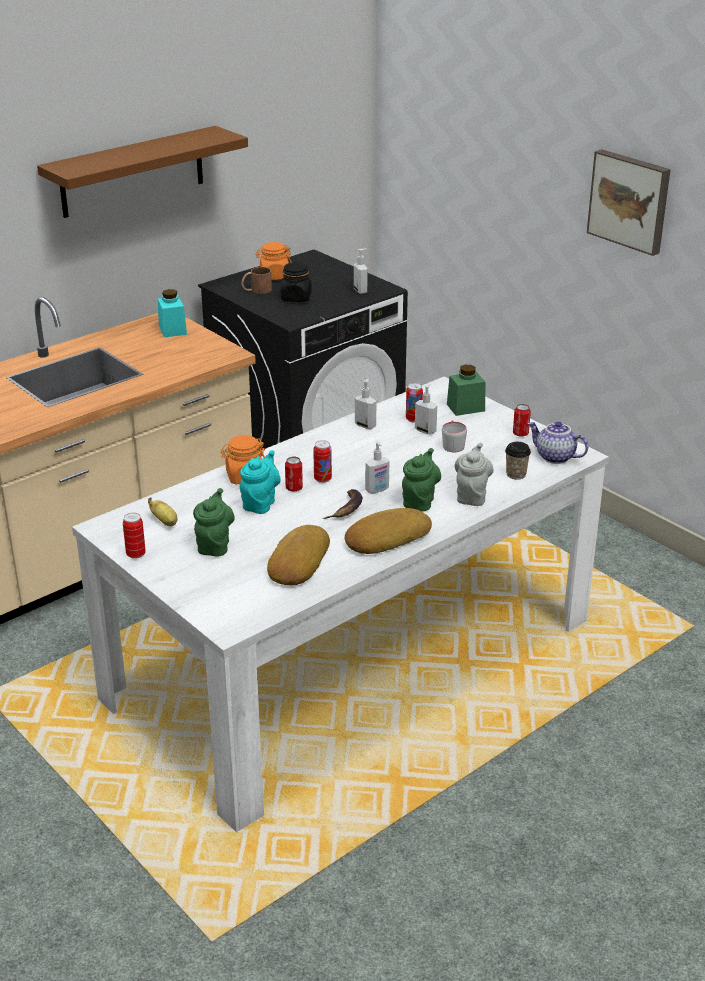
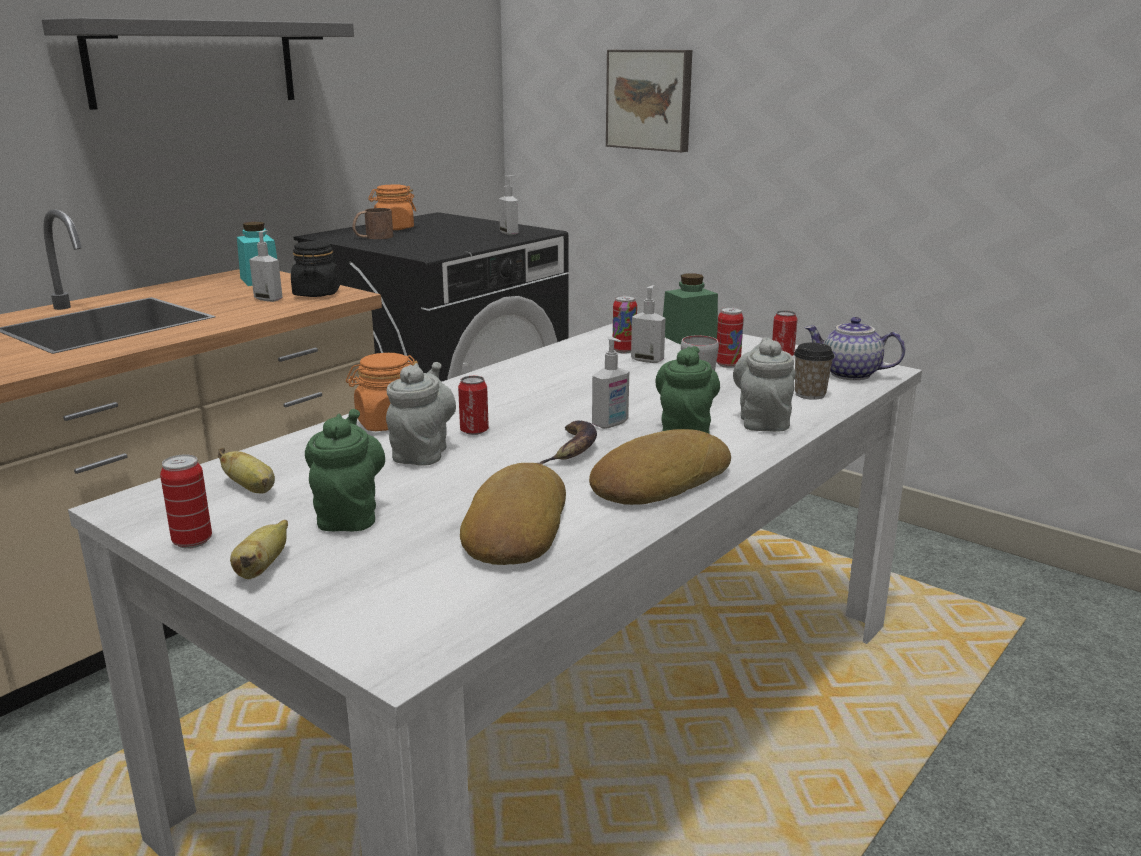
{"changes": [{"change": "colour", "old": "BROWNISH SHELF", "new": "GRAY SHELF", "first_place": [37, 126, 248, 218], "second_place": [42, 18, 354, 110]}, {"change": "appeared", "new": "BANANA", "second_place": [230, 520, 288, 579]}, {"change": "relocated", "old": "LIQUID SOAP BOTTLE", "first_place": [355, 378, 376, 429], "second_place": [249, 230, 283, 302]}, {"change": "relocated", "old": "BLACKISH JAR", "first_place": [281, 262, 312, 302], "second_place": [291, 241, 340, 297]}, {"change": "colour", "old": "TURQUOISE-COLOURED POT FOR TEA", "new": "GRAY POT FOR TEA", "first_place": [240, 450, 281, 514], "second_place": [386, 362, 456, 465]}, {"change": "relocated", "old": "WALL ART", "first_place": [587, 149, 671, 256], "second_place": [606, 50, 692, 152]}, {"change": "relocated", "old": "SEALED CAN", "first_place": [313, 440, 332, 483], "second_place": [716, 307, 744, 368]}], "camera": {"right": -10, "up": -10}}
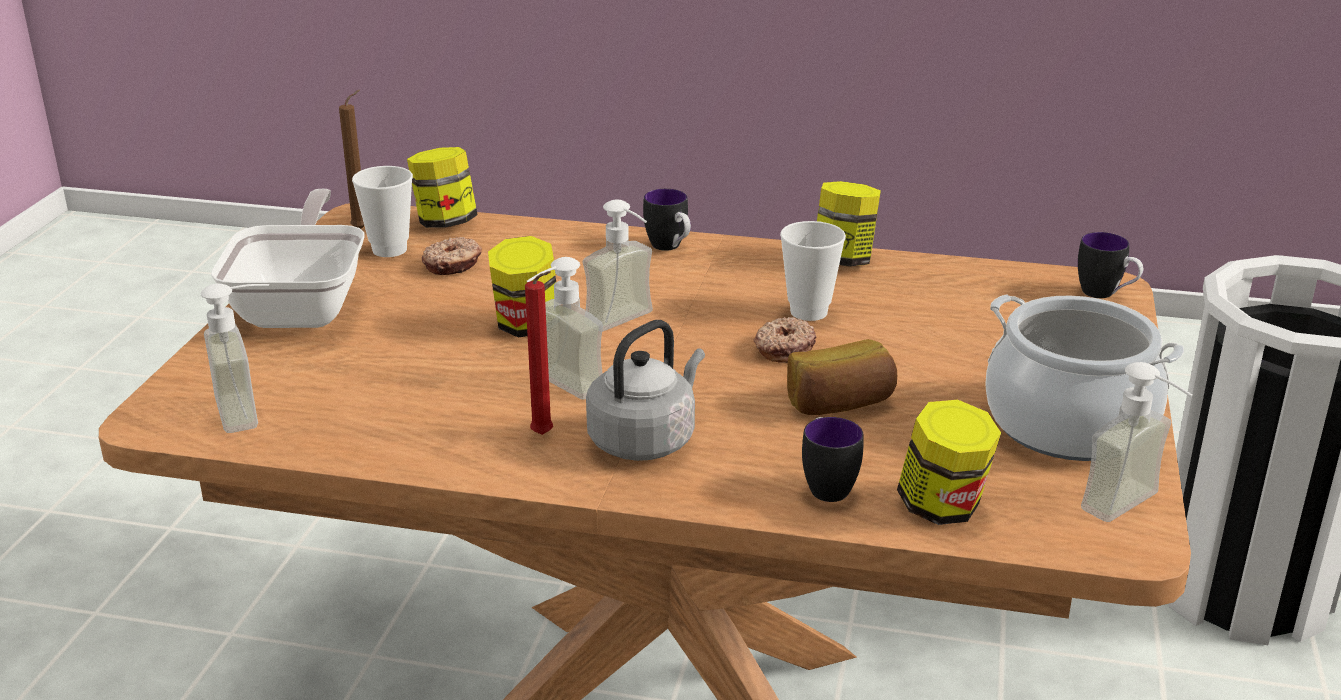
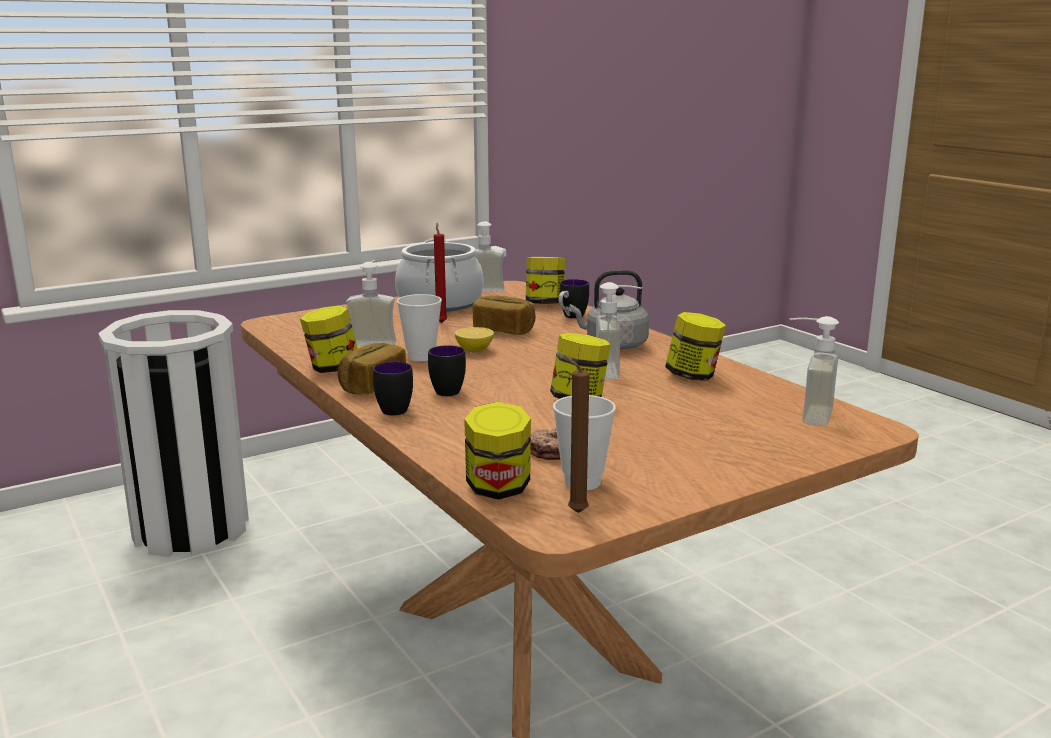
{"changes": [{"change": "appeared", "new": "BREAD", "second_place": [338, 343, 406, 395]}, {"change": "relocated", "old": "LIQUID SOAP BOTTLE", "first_place": [582, 199, 653, 331], "second_place": [346, 260, 396, 346]}, {"change": "relocated", "old": "MUG", "first_place": [1078, 232, 1143, 298], "second_place": [428, 345, 466, 396]}, {"change": "relocated", "old": "REDDISH WAX CANDLE", "first_place": [525, 271, 553, 435], "second_place": [434, 223, 447, 323]}, {"change": "exchanged", "old": "DONUT", "new": "WHOLE LEMON", "first_place": [754, 317, 816, 363], "second_place": [455, 327, 494, 352]}, {"change": "appeared", "new": "JAR", "second_place": [665, 312, 726, 381]}, {"change": "missing", "old": "FRYING PAN", "first_place": [211, 189, 364, 328]}], "camera": {"right": -135, "up": -10}}
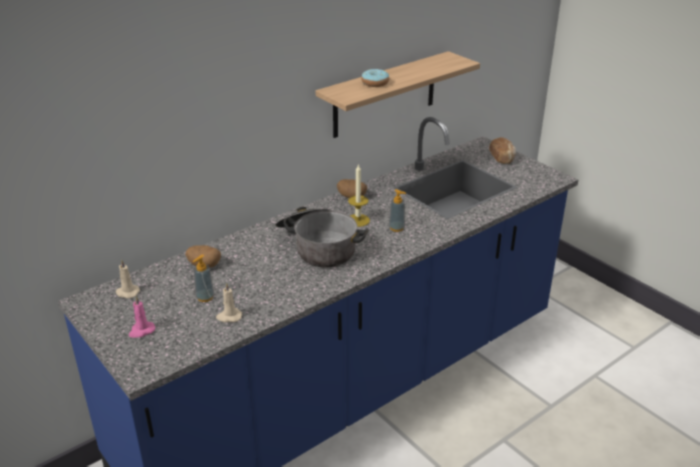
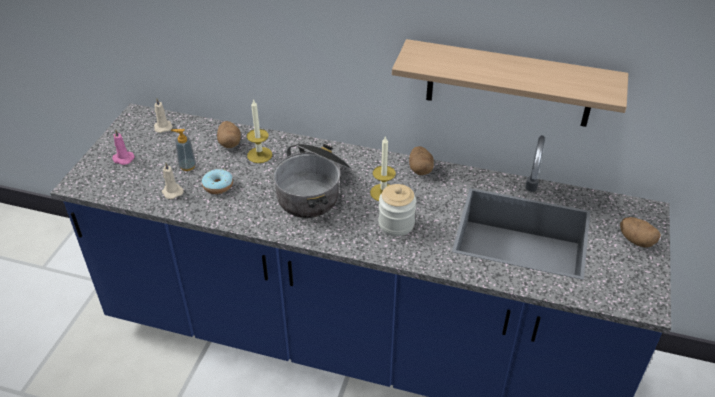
{"changes": [{"change": "relocated", "old": "DONUT", "first_place": [361, 69, 389, 87], "second_place": [202, 169, 233, 194]}, {"change": "appeared", "new": "WAX CANDLE", "second_place": [247, 99, 272, 163]}, {"change": "exchanged", "old": "LIQUID SOAP BOTTLE", "new": "JAR", "first_place": [389, 189, 406, 232], "second_place": [378, 184, 416, 236]}, {"change": "exchanged", "old": "BREAD", "new": "WHOLE POTATO", "first_place": [489, 137, 516, 164], "second_place": [620, 217, 661, 247]}], "camera": {"right": 55, "up": 10}}
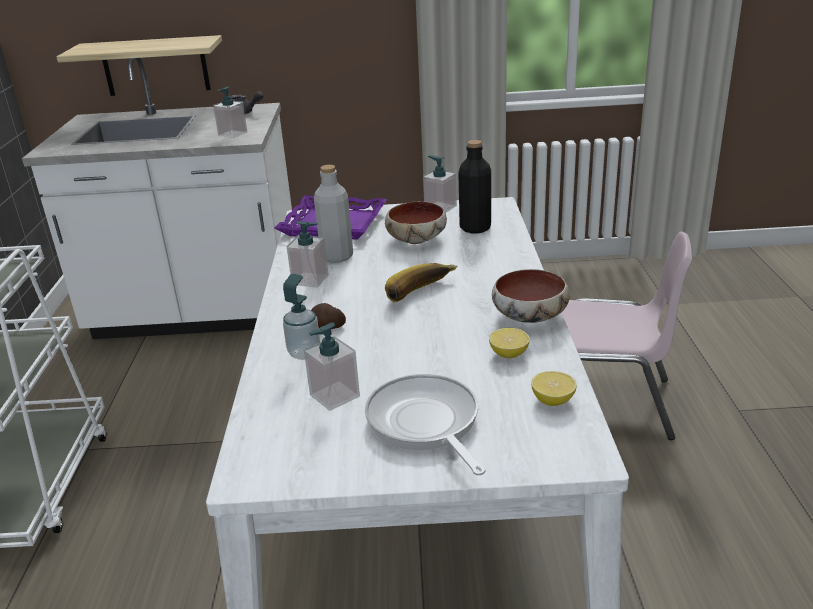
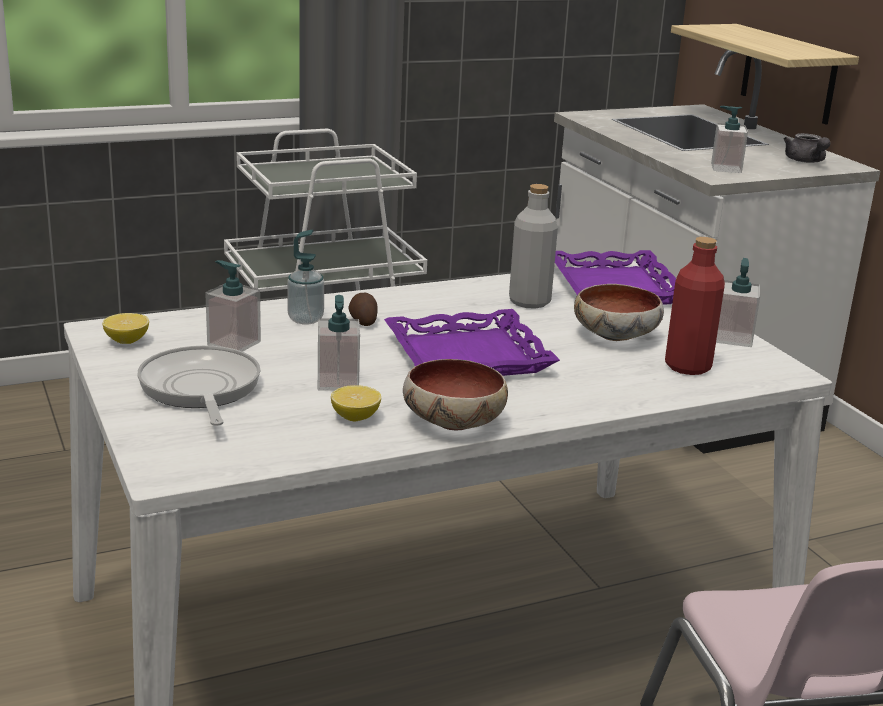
{"changes": [{"change": "relocated", "old": "WHOLE LEMON", "first_place": [531, 371, 577, 406], "second_place": [103, 313, 149, 344]}, {"change": "spun", "old": "FRYING PAN", "first_place": [365, 374, 486, 475], "second_place": [137, 345, 261, 426], "degrees": -60}, {"change": "relocated", "old": "LIQUID SOAP BOTTLE", "first_place": [287, 221, 329, 288], "second_place": [318, 295, 360, 391]}, {"change": "exchanged", "old": "BANANA", "new": "PURPLISH CARRYING TRAY", "first_place": [385, 263, 458, 302], "second_place": [384, 309, 560, 376]}, {"change": "colour", "old": "BLACKISH BEVERAGE BOTTLE", "new": "REDDISH BEVERAGE BOTTLE", "first_place": [458, 140, 491, 233], "second_place": [665, 237, 725, 375]}], "camera": {"right": 65, "up": -5}}
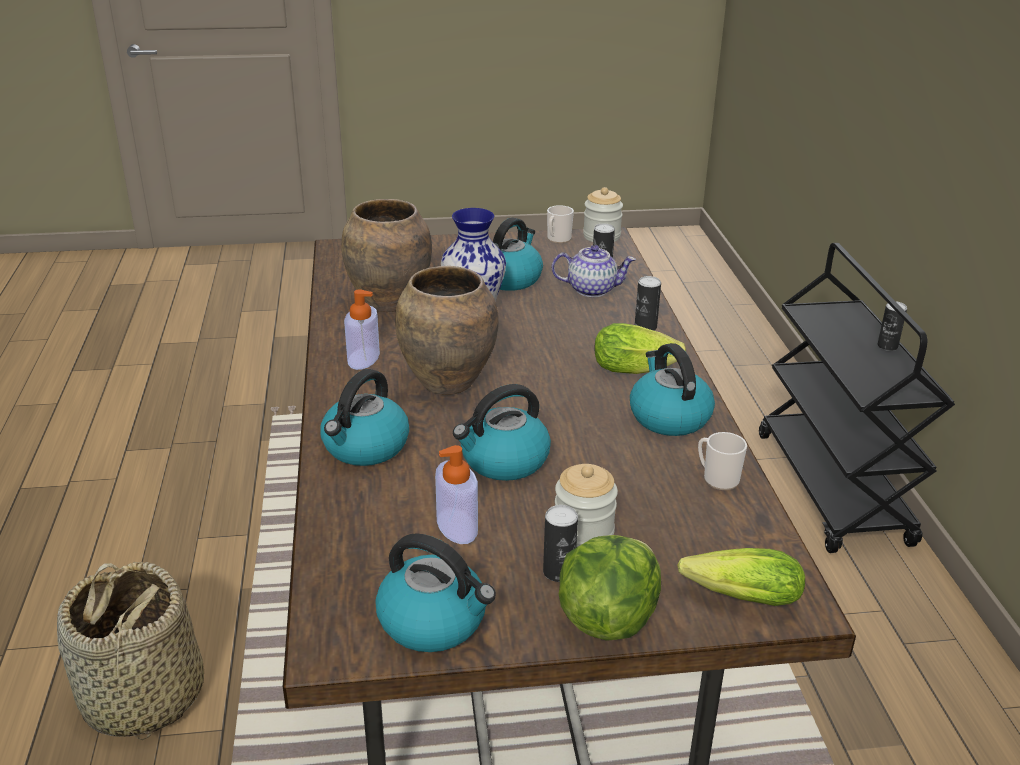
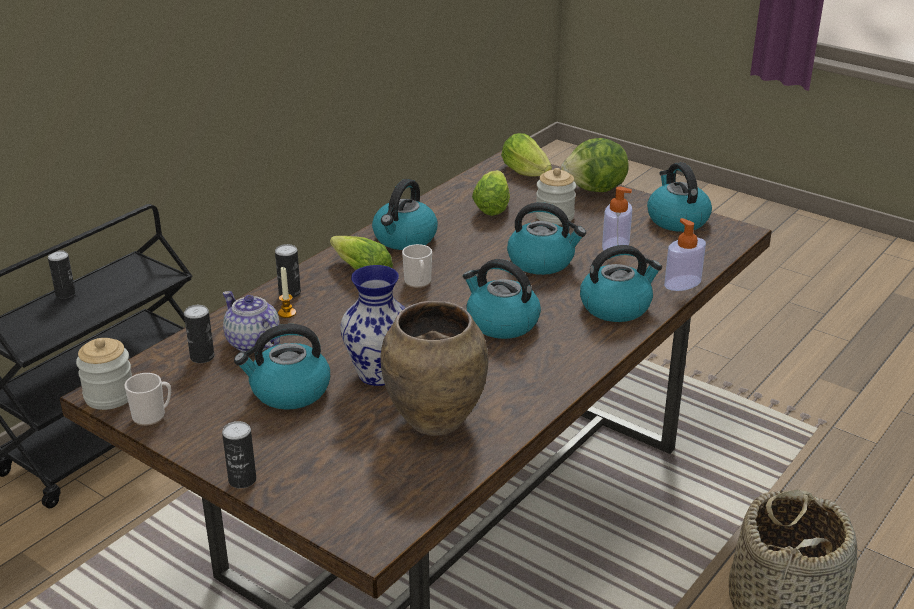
{"changes": [{"change": "relocated", "old": "SEALED CAN", "first_place": [543, 505, 578, 582], "second_place": [222, 421, 256, 488]}, {"change": "appeared", "new": "WAX CANDLE", "second_place": [278, 267, 296, 318]}, {"change": "relocated", "old": "MUG", "first_place": [698, 432, 747, 490], "second_place": [402, 244, 432, 288]}, {"change": "exchanged", "old": "BROWNISH DECORATIVE VASE", "new": "TEA KETTLE", "first_place": [395, 266, 499, 395], "second_place": [463, 259, 541, 339]}, {"change": "appeared", "new": "LETTUCE", "second_place": [472, 170, 510, 216]}, {"change": "relocated", "old": "LIQUID SOAP BOTTLE", "first_place": [344, 289, 380, 370], "second_place": [664, 218, 706, 291]}], "camera": {"right": -135, "up": 0}}
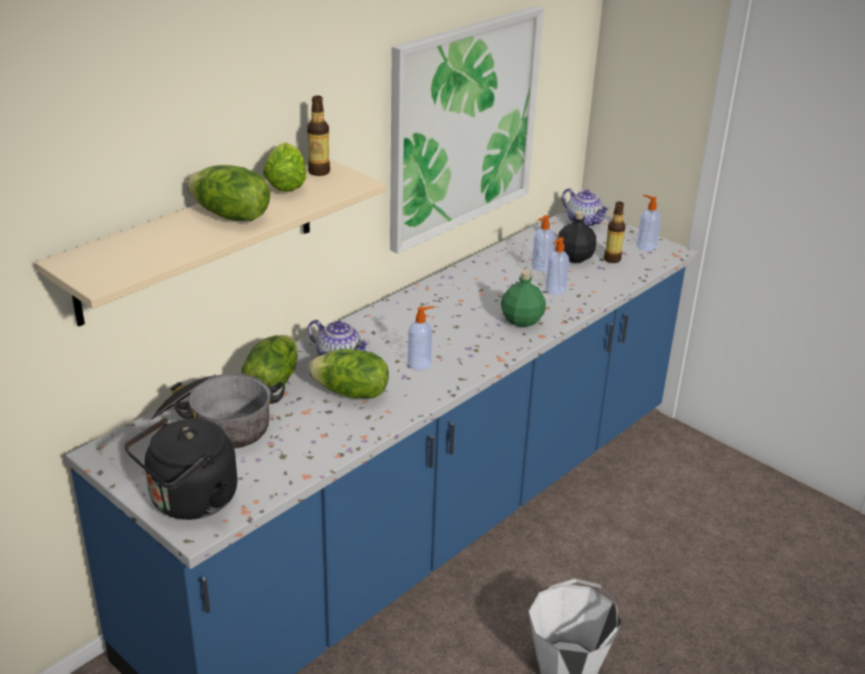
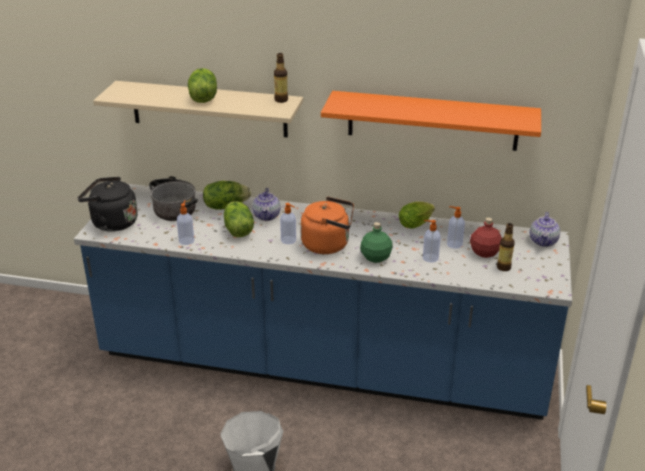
{"changes": [{"change": "relocated", "old": "LIQUID SOAP BOTTLE", "first_place": [637, 195, 661, 251], "second_place": [177, 200, 194, 245]}, {"change": "appeared", "new": "ORANGEY TEA KETTLE", "second_place": [301, 197, 354, 254]}, {"change": "exchanged", "old": "WALL ART", "new": "ORANGEY SHELF", "first_place": [390, 6, 544, 254], "second_place": [321, 91, 541, 151]}, {"change": "relocated", "old": "LETTUCE", "first_place": [263, 142, 306, 192], "second_place": [399, 202, 435, 228]}, {"change": "colour", "old": "BLACKISH BEVERAGE BOTTLE", "new": "REDDISH BEVERAGE BOTTLE", "first_place": [557, 211, 596, 263], "second_place": [470, 217, 502, 258]}], "camera": {"right": 60, "up": 0}}
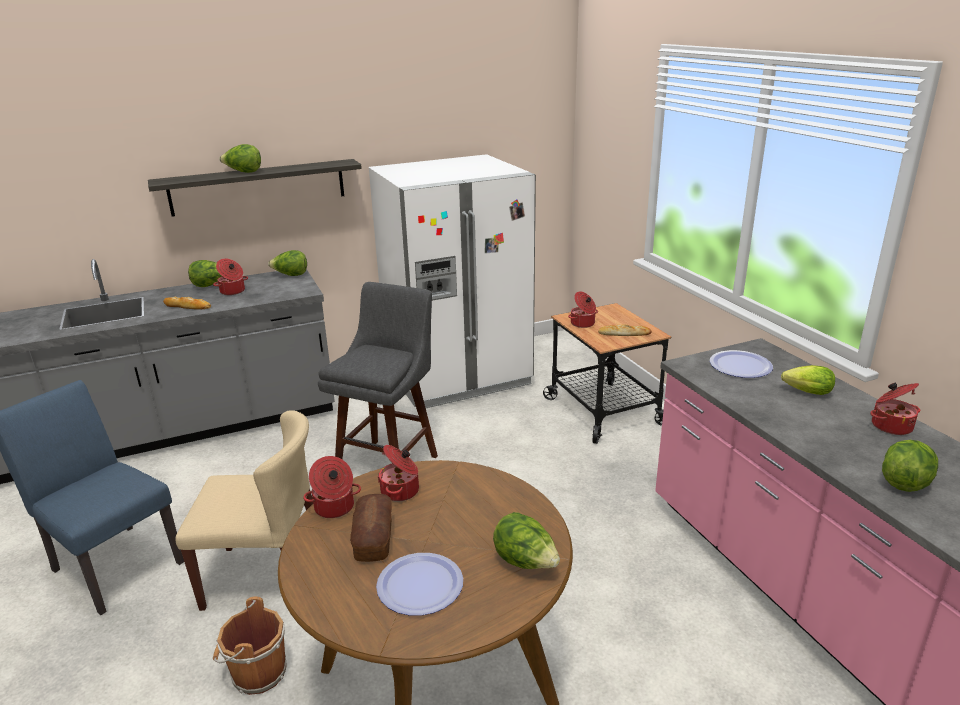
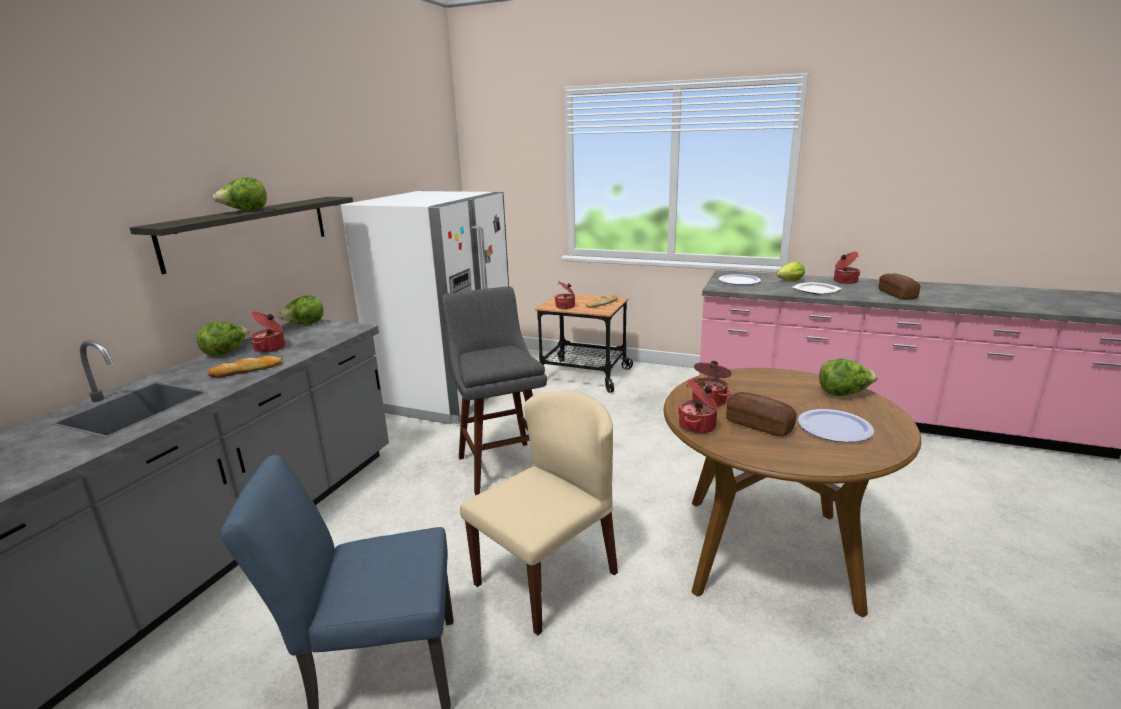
{"changes": [{"change": "appeared", "new": "FLAT DISH", "second_place": [792, 282, 842, 295]}, {"change": "exchanged", "old": "LETTUCE", "new": "BREAD", "first_place": [882, 440, 938, 492], "second_place": [878, 274, 921, 299]}, {"change": "missing", "old": "BROWNISH WATER BUCKET", "first_place": [213, 596, 286, 695]}], "camera": {"right": -45, "up": -5}}
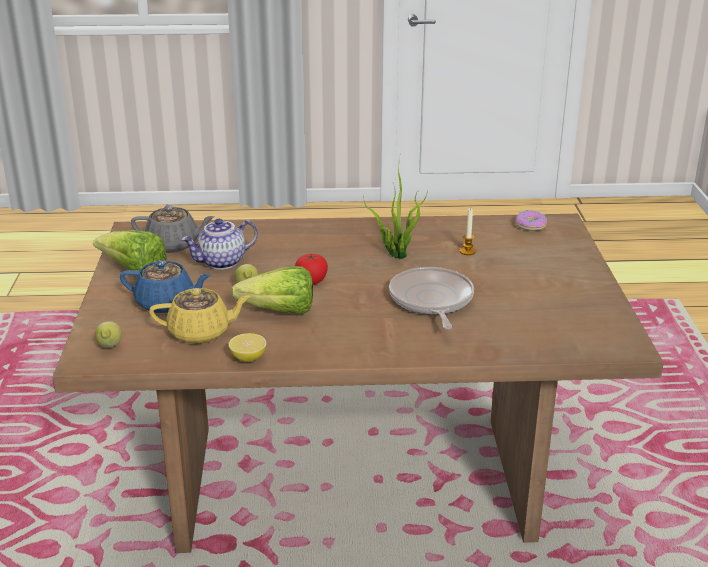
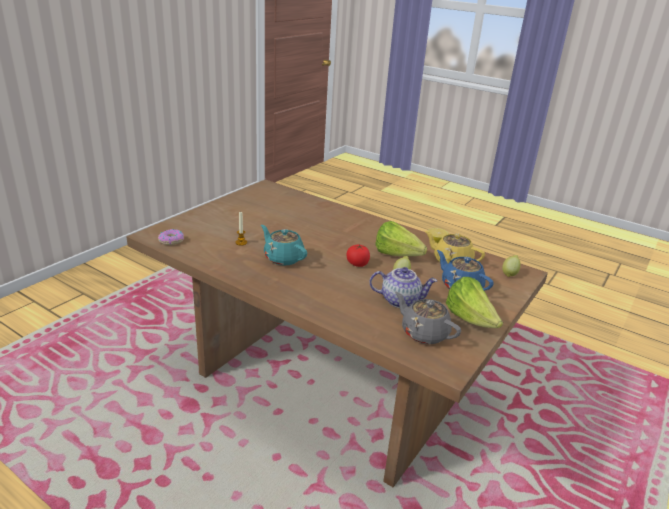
{"changes": [{"change": "exchanged", "old": "HOUSEPLANT", "new": "TURQUOISE-COLOURED POT FOR TEA", "first_place": [363, 157, 428, 259], "second_place": [261, 225, 307, 266]}, {"change": "missing", "old": "FRYING PAN", "first_place": [389, 267, 474, 330]}], "camera": {"right": -145, "up": 0}}
